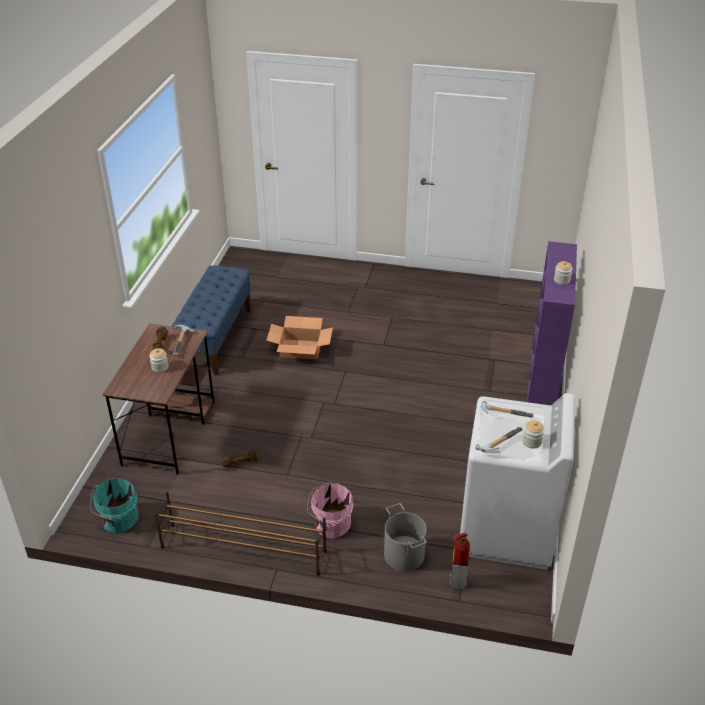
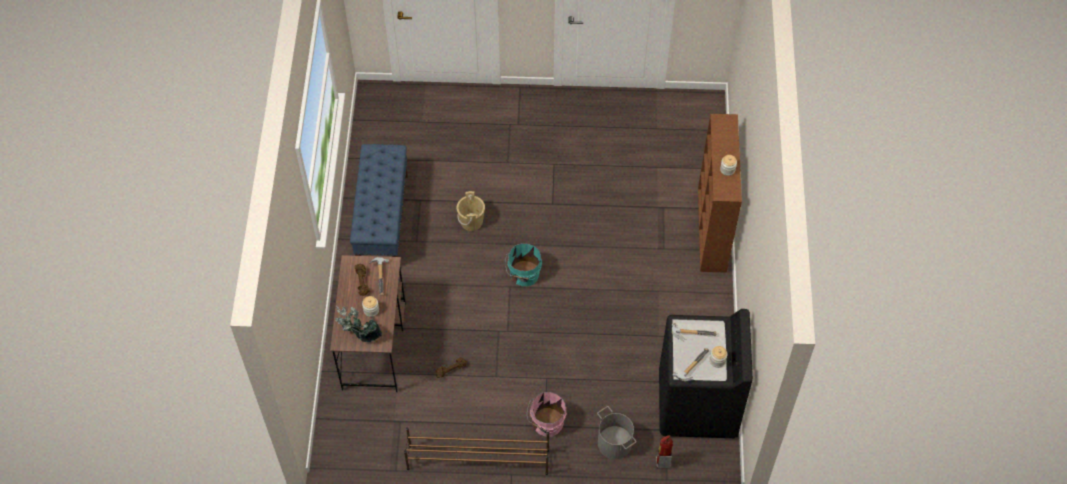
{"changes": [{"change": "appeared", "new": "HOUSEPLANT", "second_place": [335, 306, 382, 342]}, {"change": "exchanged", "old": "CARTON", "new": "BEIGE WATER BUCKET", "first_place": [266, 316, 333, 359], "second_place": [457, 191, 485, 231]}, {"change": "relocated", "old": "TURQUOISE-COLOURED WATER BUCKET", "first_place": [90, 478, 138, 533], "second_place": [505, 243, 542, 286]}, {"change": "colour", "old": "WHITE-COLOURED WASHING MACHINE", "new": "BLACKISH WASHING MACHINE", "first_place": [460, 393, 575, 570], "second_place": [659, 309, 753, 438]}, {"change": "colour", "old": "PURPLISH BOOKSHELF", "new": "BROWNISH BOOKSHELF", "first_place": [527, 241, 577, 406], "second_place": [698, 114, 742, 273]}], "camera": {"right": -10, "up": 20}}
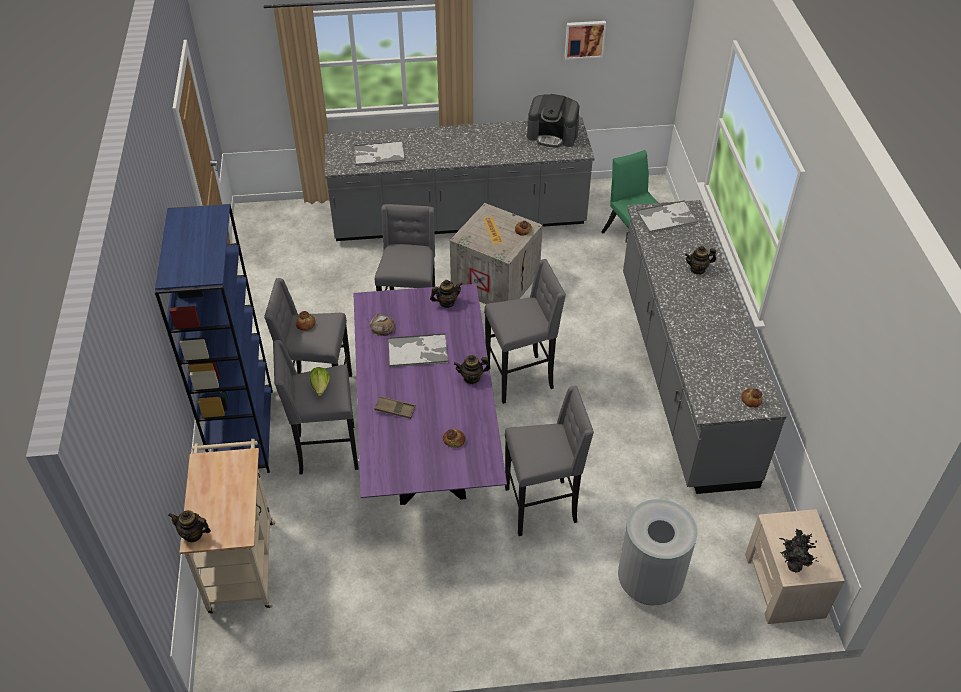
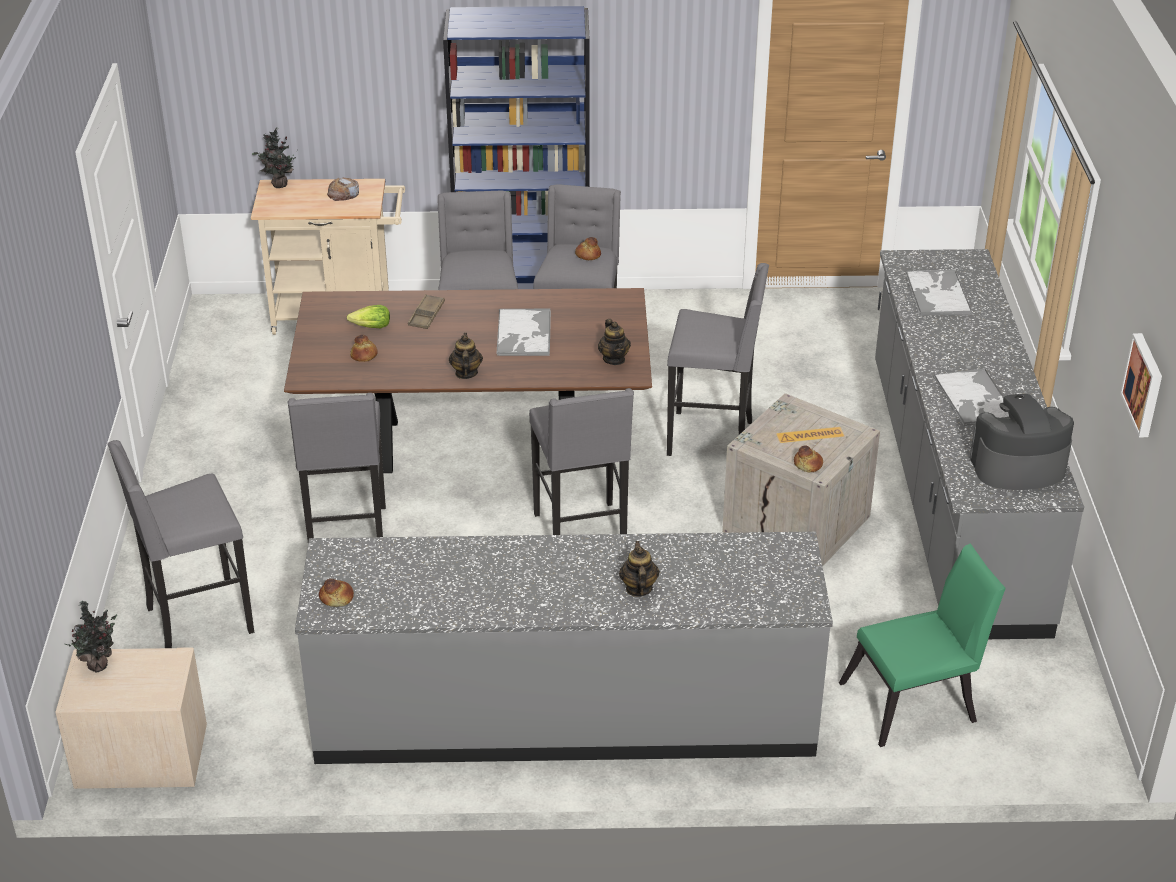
{"changes": [{"change": "exchanged", "old": "GRAY WASTE BIN", "new": "GRAY SITTING STOOL", "first_place": [618, 499, 697, 605], "second_place": [107, 440, 254, 648]}, {"change": "exchanged", "old": "POT FOR TEA", "new": "HOUSEPLANT", "first_place": [168, 510, 211, 542], "second_place": [252, 127, 297, 188]}, {"change": "colour", "old": "PURPLISH KITCHEN TABLE", "new": "BROWNISH KITCHEN TABLE", "first_place": [354, 284, 507, 505], "second_place": [284, 288, 652, 473]}, {"change": "relocated", "old": "BREAD", "first_place": [369, 313, 395, 336], "second_place": [327, 177, 359, 201]}, {"change": "relocated", "old": "LETTUCE", "first_place": [310, 367, 330, 396], "second_place": [347, 305, 390, 328]}, {"change": "relocated", "old": "CARRYING TRAY", "first_place": [636, 200, 698, 234], "second_place": [933, 368, 1010, 426]}, {"change": "spun", "old": "COFFEE MACHINE", "first_place": [527, 94, 579, 148], "second_place": [970, 394, 1074, 490], "degrees": 60}], "camera": {"right": 95, "up": -10}}
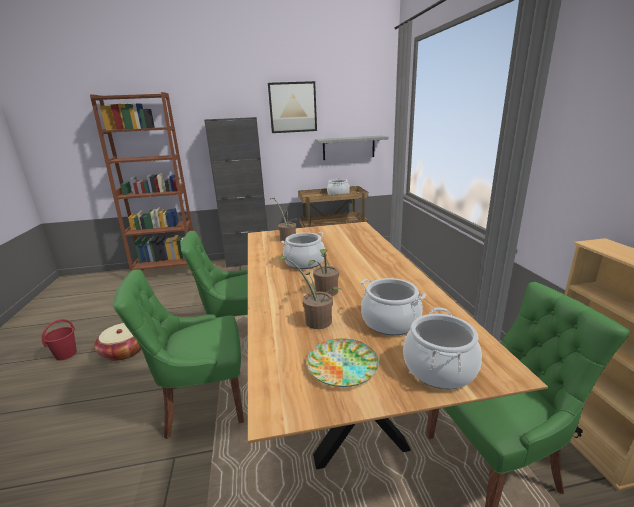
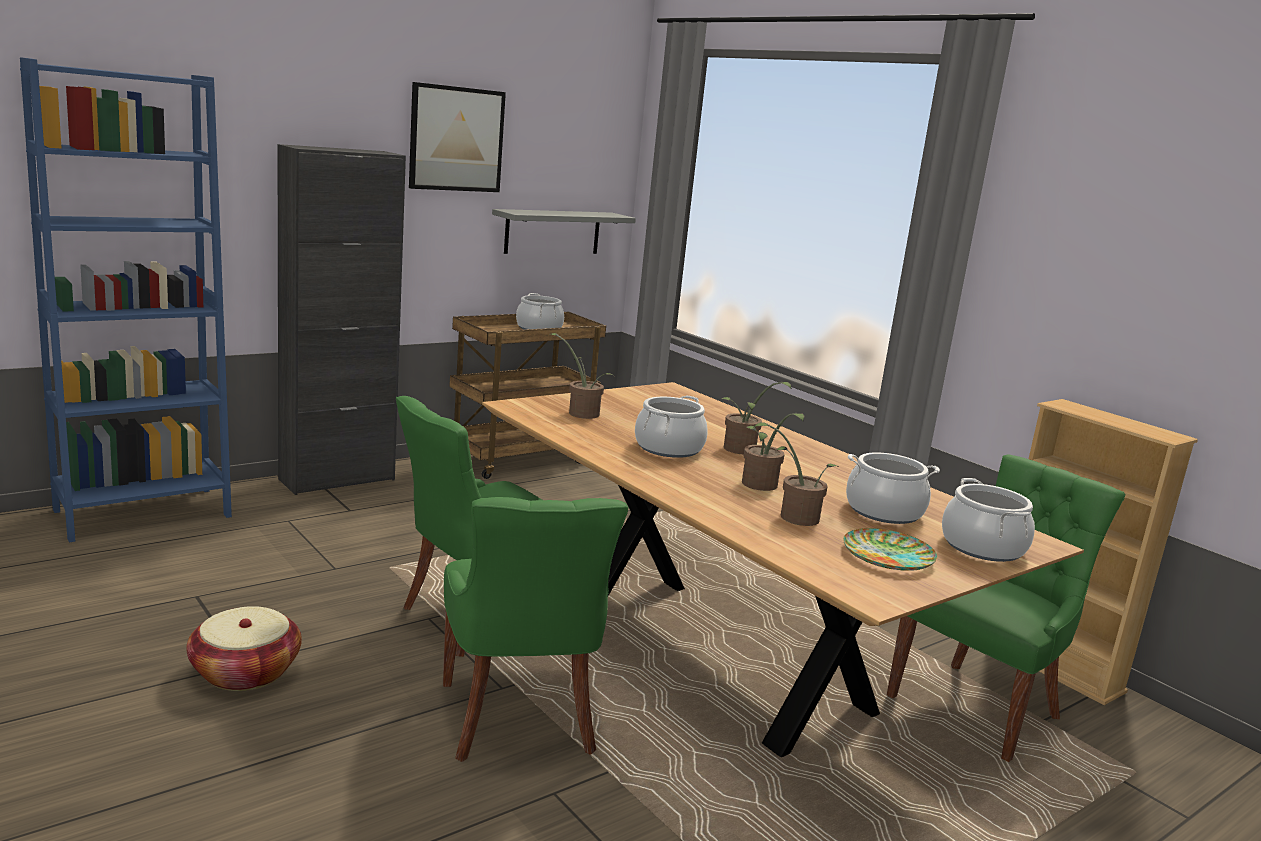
{"changes": [{"change": "colour", "old": "BROWNISH BOOKSHELF", "new": "BLUE-COLOURED BOOKSHELF", "first_place": [90, 92, 193, 276], "second_place": [20, 57, 232, 542]}, {"change": "spun", "old": "GREEN UPRIGHT CHAIR", "first_place": [113, 269, 244, 439], "second_place": [443, 497, 628, 762], "degrees": -60}, {"change": "appeared", "new": "HOUSEPLANT", "second_place": [722, 382, 792, 455]}, {"change": "missing", "old": "REDDISH WATER BUCKET", "first_place": [42, 319, 77, 360]}], "camera": {"right": -30, "up": -5}}
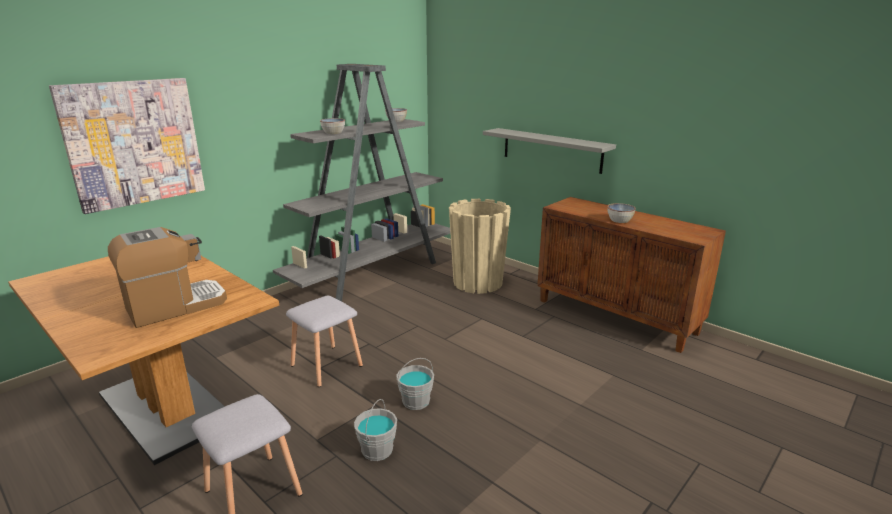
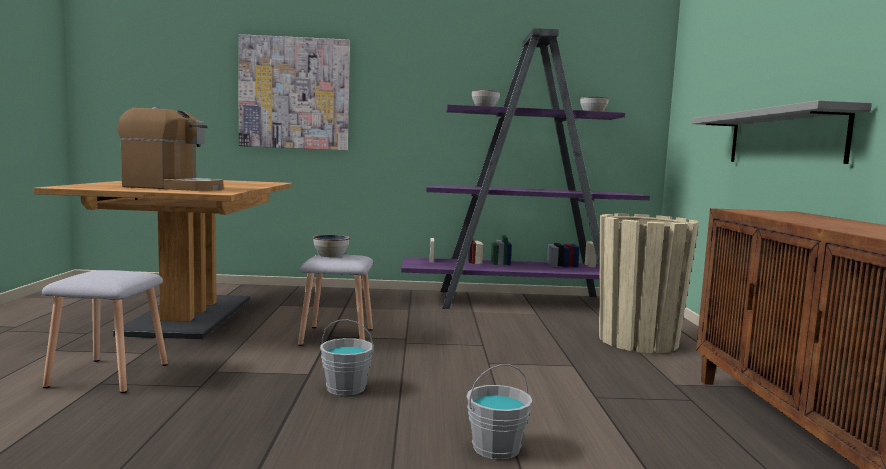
{"changes": [{"change": "relocated", "old": "SERVING BOWL", "first_place": [608, 203, 636, 223], "second_place": [313, 235, 350, 257]}, {"change": "colour", "old": "GRAY BOOKSHELF", "new": "PURPLISH BOOKSHELF", "first_place": [273, 64, 450, 301], "second_place": [401, 28, 650, 309]}, {"change": "relocated", "old": "GRAY WATER BUCKET", "first_place": [354, 399, 397, 461], "second_place": [466, 364, 533, 460]}], "camera": {"right": 45, "up": -15}}
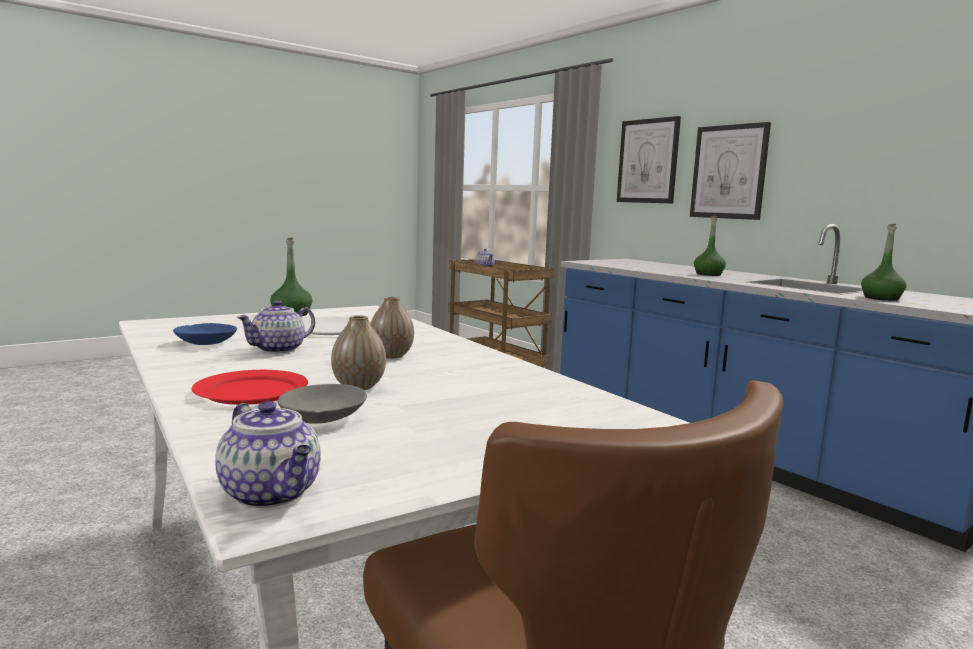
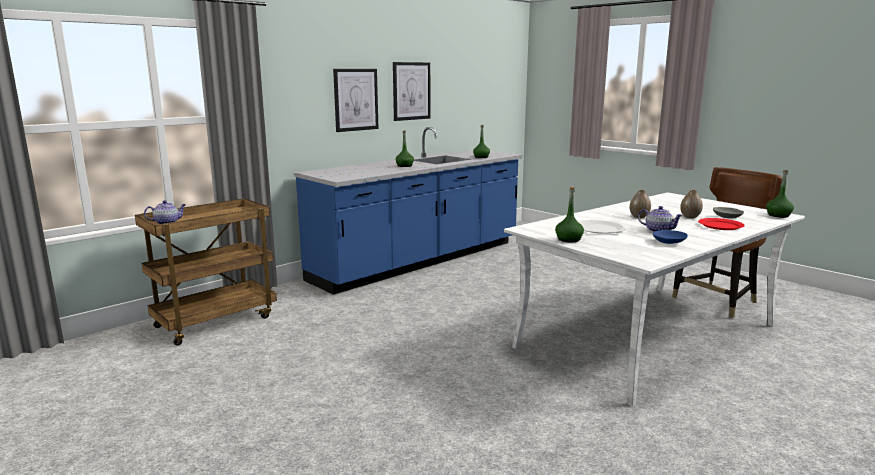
{"changes": [{"change": "relocated", "old": "WALL ART", "first_place": [617, 116, 681, 204], "second_place": [393, 62, 431, 121]}, {"change": "exchanged", "old": "POT FOR TEA", "new": "GREEN BEVERAGE BOTTLE", "first_place": [215, 401, 321, 508], "second_place": [766, 170, 794, 218]}], "camera": {"right": -95, "up": 5}}
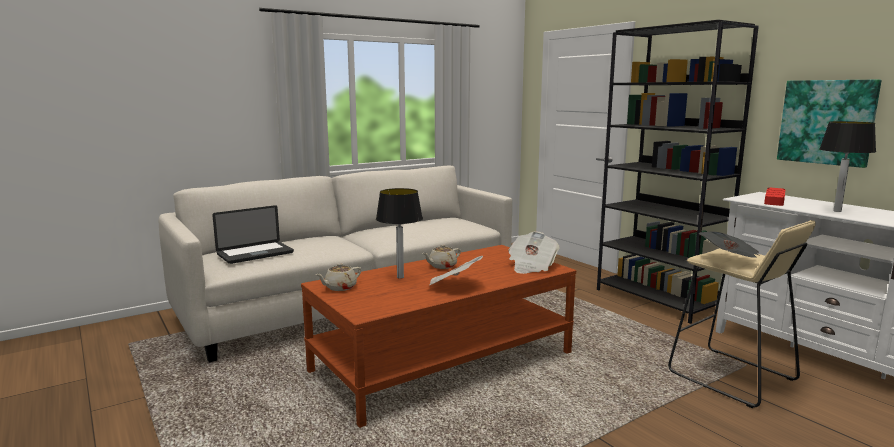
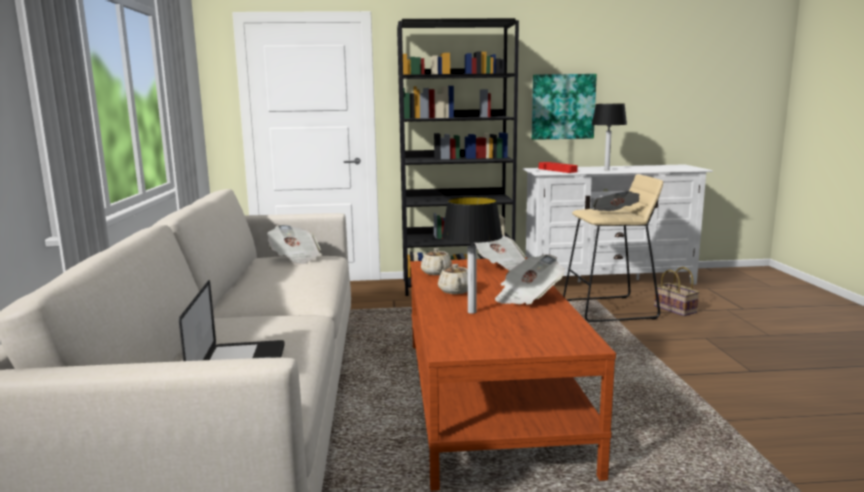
{"changes": [{"change": "appeared", "new": "PRINTED PAPER", "second_place": [267, 224, 322, 265]}, {"change": "relocated", "old": "BEIGE POT FOR TEA", "first_place": [315, 263, 361, 291], "second_place": [421, 248, 452, 275]}, {"change": "appeared", "new": "HOUSEHOLD BASKET", "second_place": [654, 267, 699, 316]}], "camera": {"right": -60, "up": 0}}
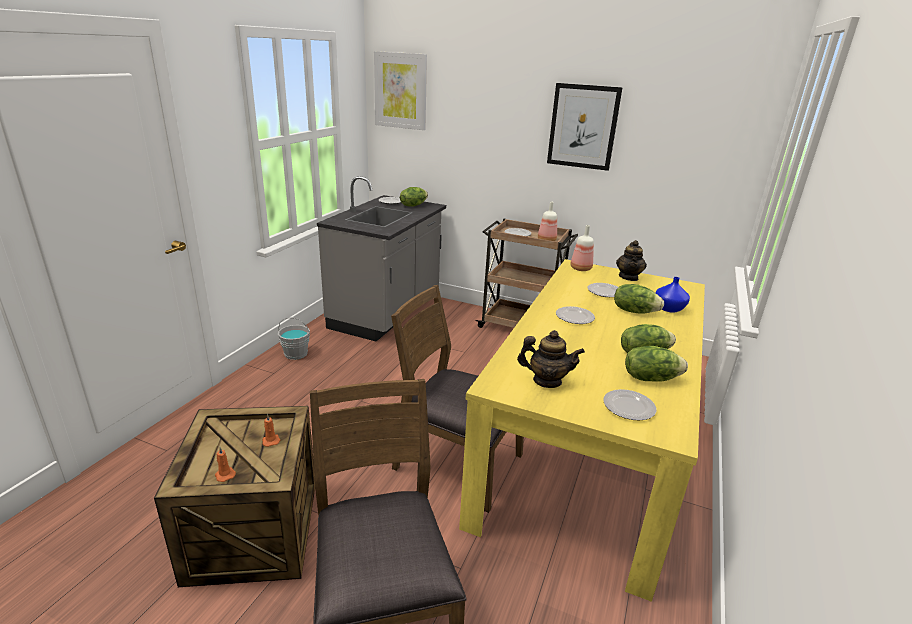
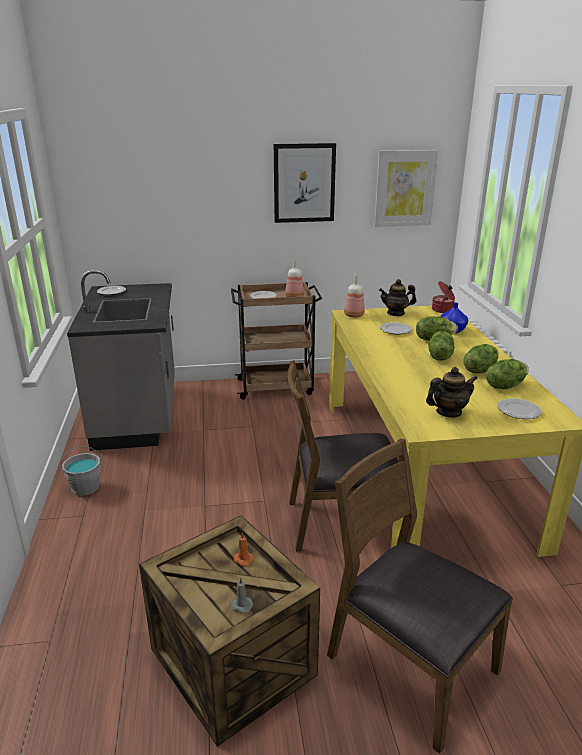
{"changes": [{"change": "colour", "old": "ORANGEY WAX CANDLE", "new": "GRAY WAX CANDLE", "first_place": [215, 447, 236, 482], "second_place": [230, 577, 253, 614]}, {"change": "relocated", "old": "WALL ART", "first_place": [374, 51, 427, 130], "second_place": [374, 150, 438, 227]}, {"change": "spun", "old": "POT FOR TEA", "first_place": [616, 240, 647, 281], "second_place": [379, 279, 417, 316], "degrees": 105}, {"change": "relocated", "old": "LETTUCE", "first_place": [400, 187, 428, 206], "second_place": [429, 331, 454, 361]}, {"change": "appeared", "new": "SAUCEPOT", "second_place": [432, 281, 455, 313]}, {"change": "missing", "old": "FLAT DISH", "first_place": [556, 306, 595, 324]}], "camera": {"right": -30, "up": 0}}
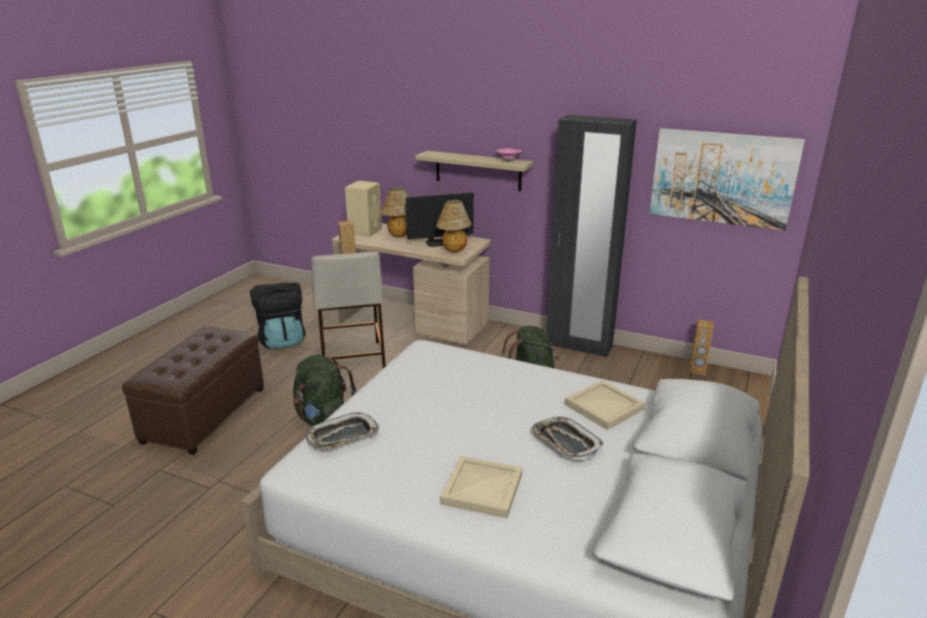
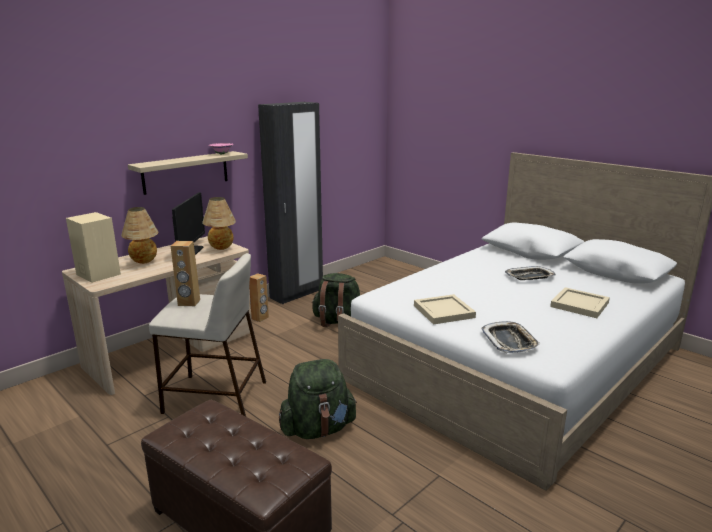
{"changes": [{"change": "relocated", "old": "BROWNISH SPEAKER", "first_place": [690, 319, 714, 375], "second_place": [249, 273, 269, 322]}, {"change": "relocated", "old": "BEIGE CARRYING TRAY", "first_place": [565, 380, 645, 430], "second_place": [414, 294, 476, 325]}, {"change": "missing", "old": "BLACKISH KNAPSACK", "first_place": [250, 282, 306, 349]}, {"change": "missing", "old": "WALL ART", "first_place": [649, 128, 805, 231]}], "camera": {"right": -70, "up": -5}}
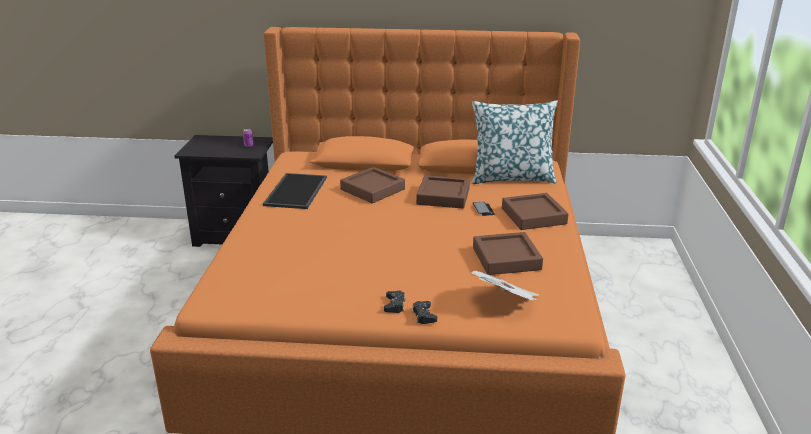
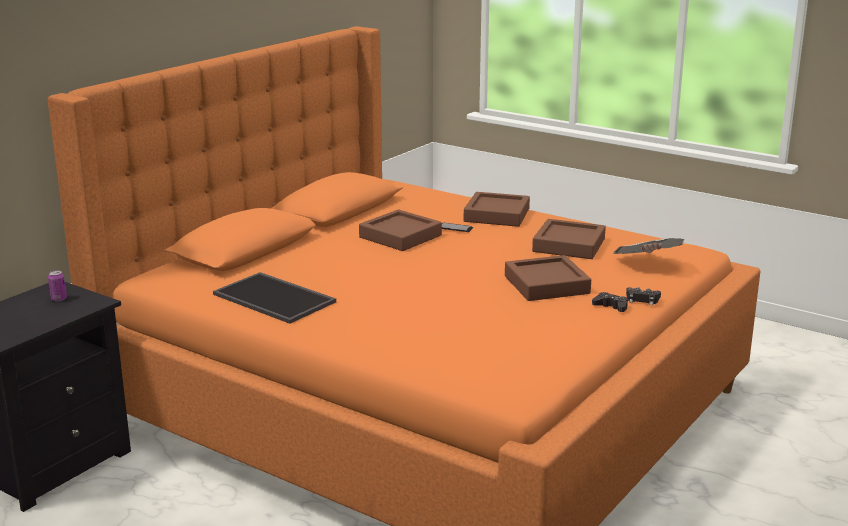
{"changes": [{"change": "relocated", "old": "BROWNISH CARRYING TRAY", "first_place": [340, 167, 405, 203], "second_place": [505, 255, 591, 301]}, {"change": "missing", "old": "CUSHION", "first_place": [472, 100, 558, 184]}], "camera": {"right": -60, "up": -5}}
